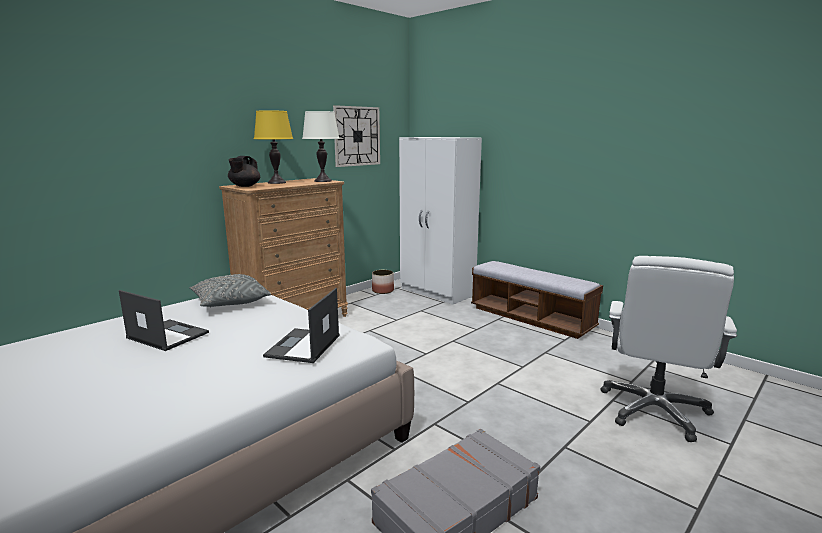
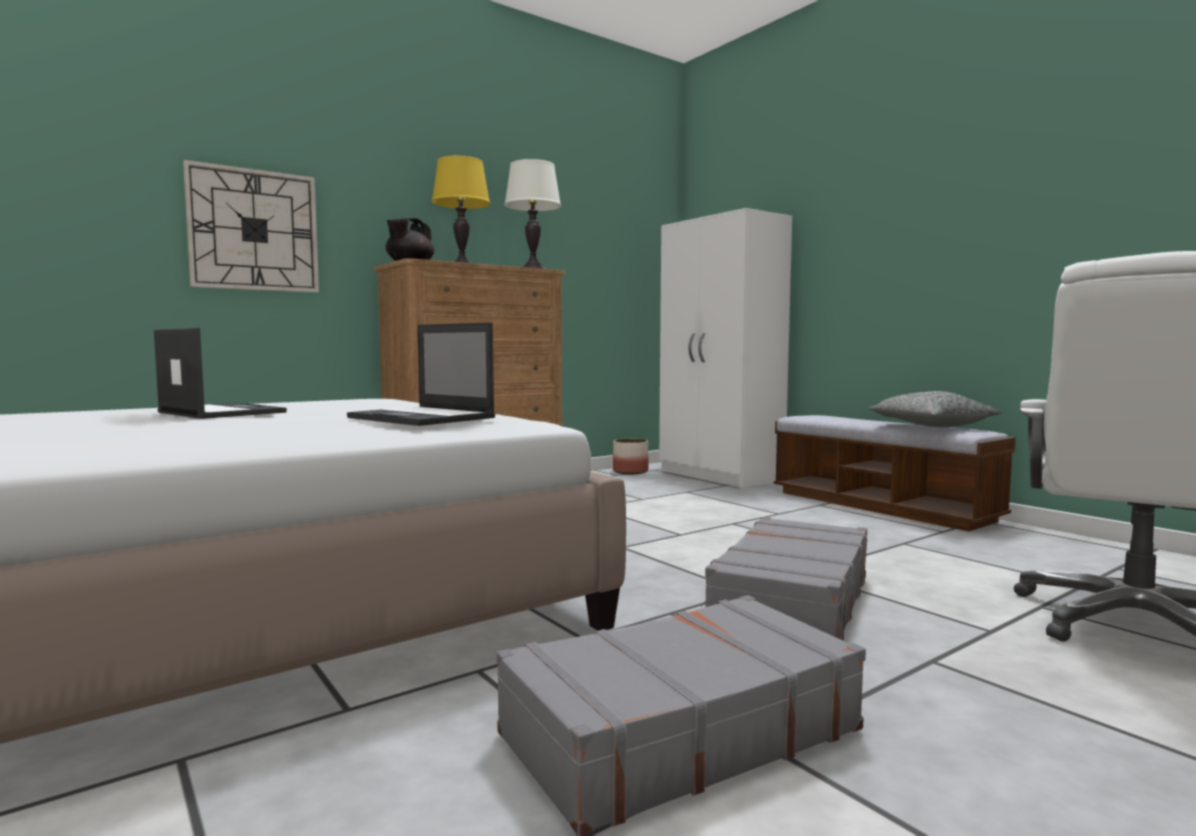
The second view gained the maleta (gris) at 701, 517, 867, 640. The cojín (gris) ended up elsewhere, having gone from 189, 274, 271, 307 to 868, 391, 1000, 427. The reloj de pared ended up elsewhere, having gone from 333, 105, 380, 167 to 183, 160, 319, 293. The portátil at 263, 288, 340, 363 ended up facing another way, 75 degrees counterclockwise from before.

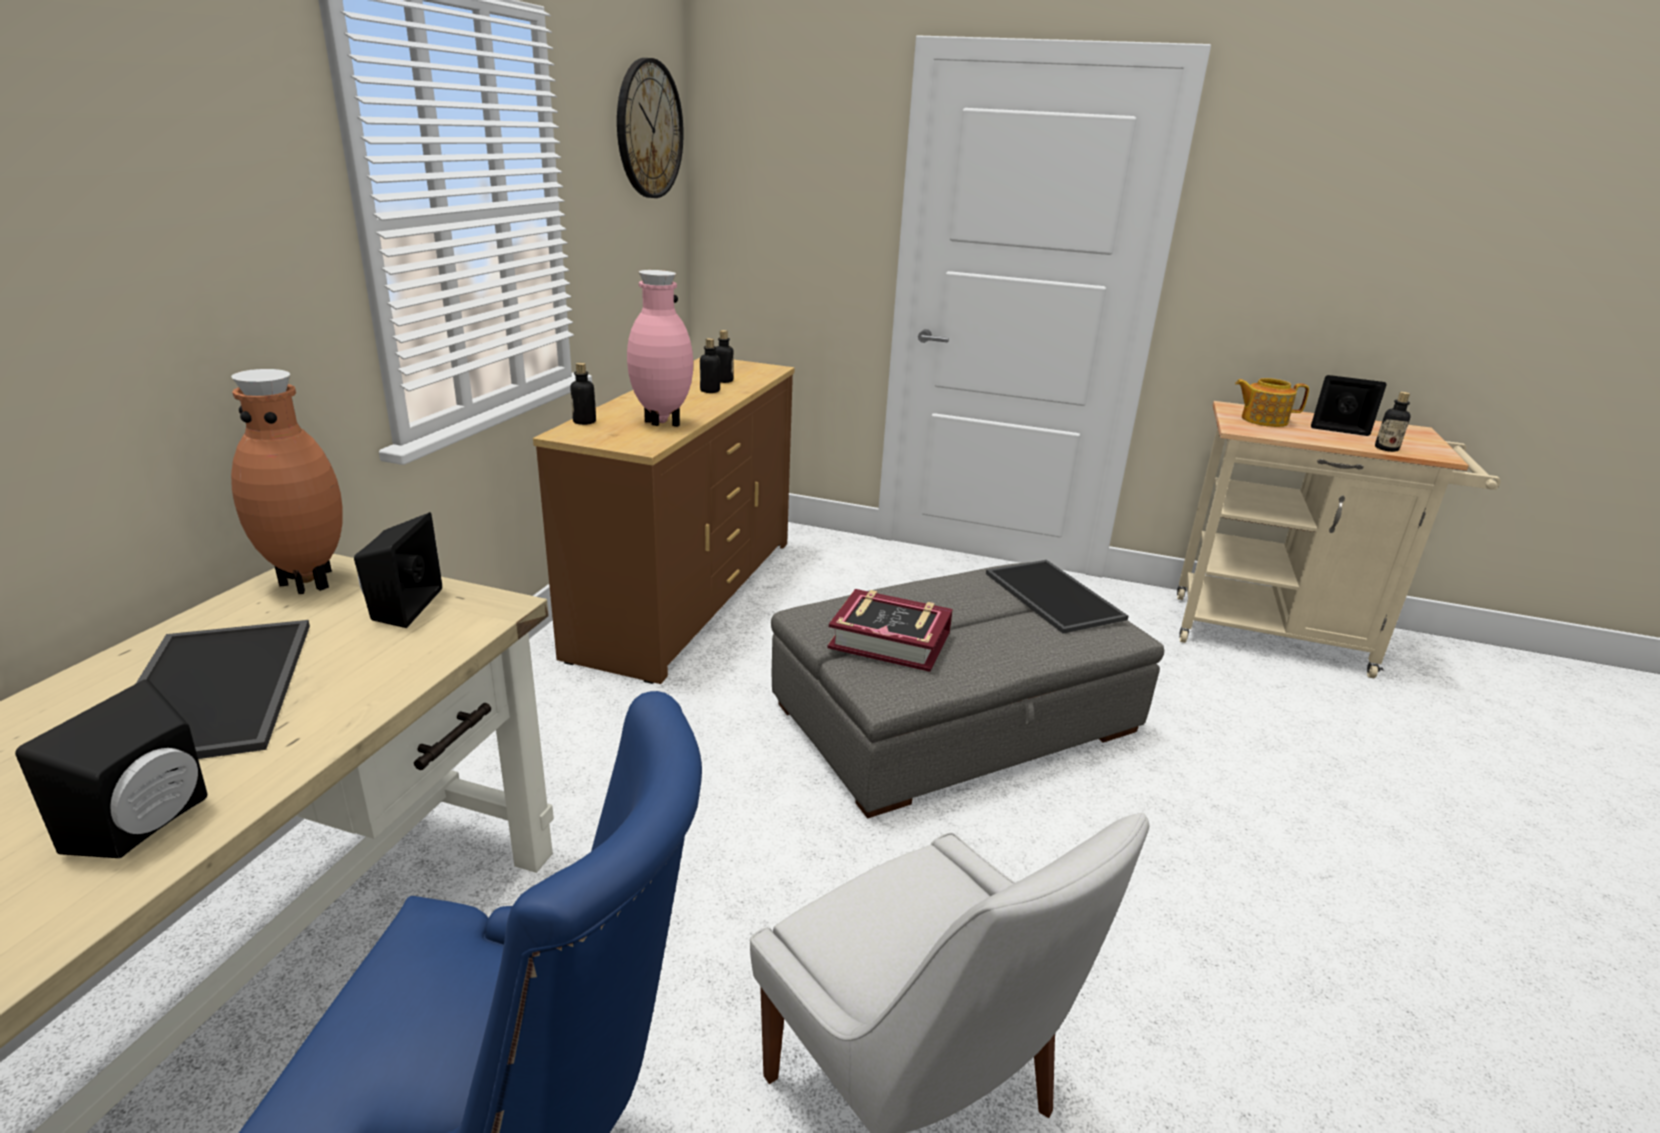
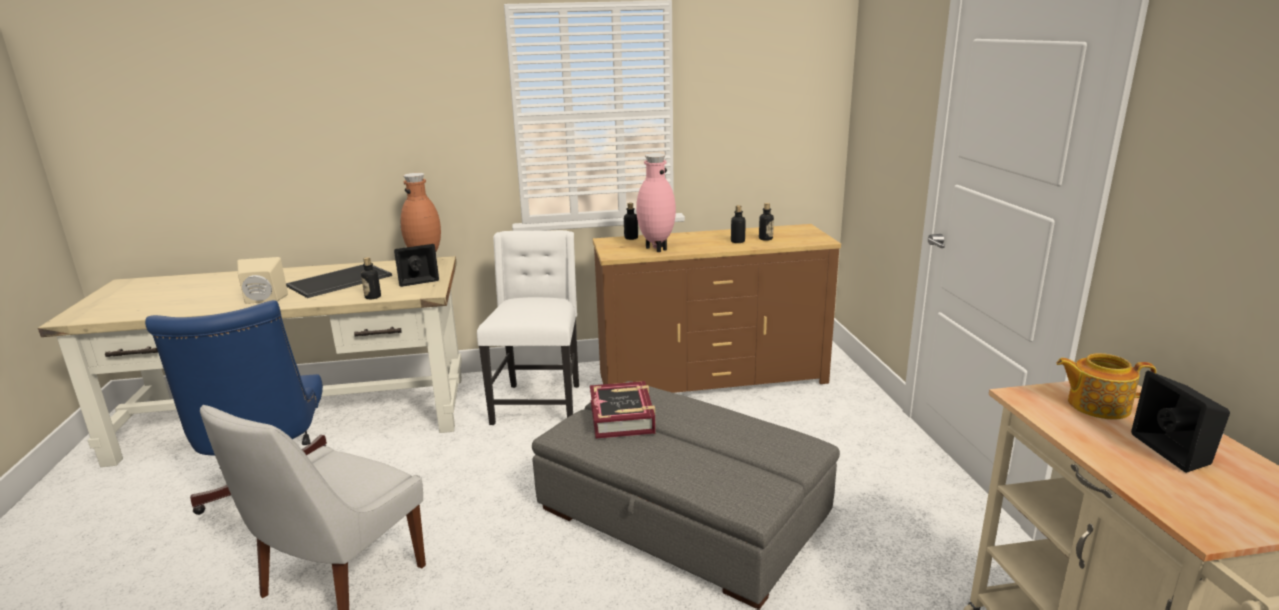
The second view lost the reloj de pared at 617, 58, 684, 198. The second view lost the bandeja at 986, 560, 1128, 634. The second view gained the silla (blanco) at 477, 230, 579, 425. The botella ended up elsewhere, having gone from 1375, 392, 1411, 452 to 361, 257, 381, 299. What was the altavoz (negro) at 15, 679, 207, 858 turned into the altavoz (beis) at 237, 257, 288, 304. The tetera at 1235, 378, 1309, 427 ended up facing another way, 60 degrees counterclockwise from before.

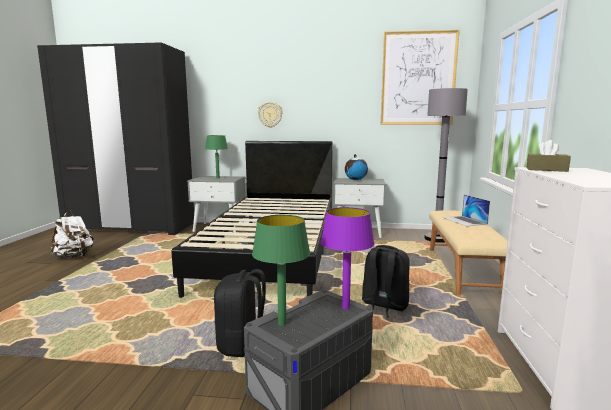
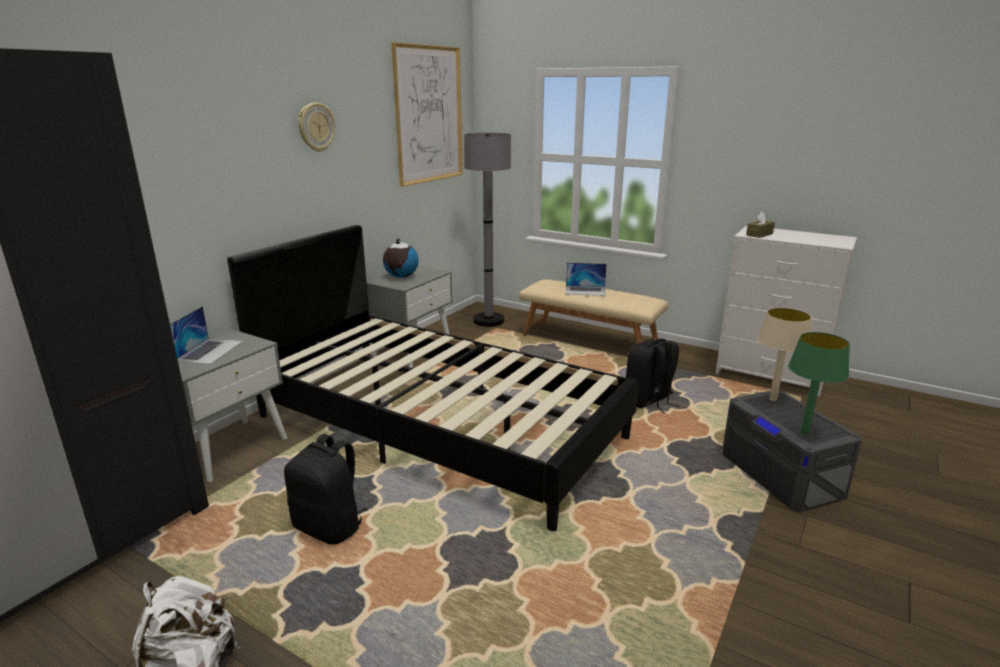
The mochila (negro) ended up elsewhere, having gone from 214, 269, 266, 357 to 284, 434, 367, 545. The reloj de pared ended up elsewhere, having gone from 258, 102, 283, 128 to 298, 103, 335, 152. Where the lámpara de mesa (verde) stood at 205, 135, 228, 178, the portátil came to stand at 170, 306, 243, 365. What was the lámpara de mesa (morado) at 321, 207, 375, 310 turned into the lámpara de mesa (beis) at 758, 308, 811, 401.

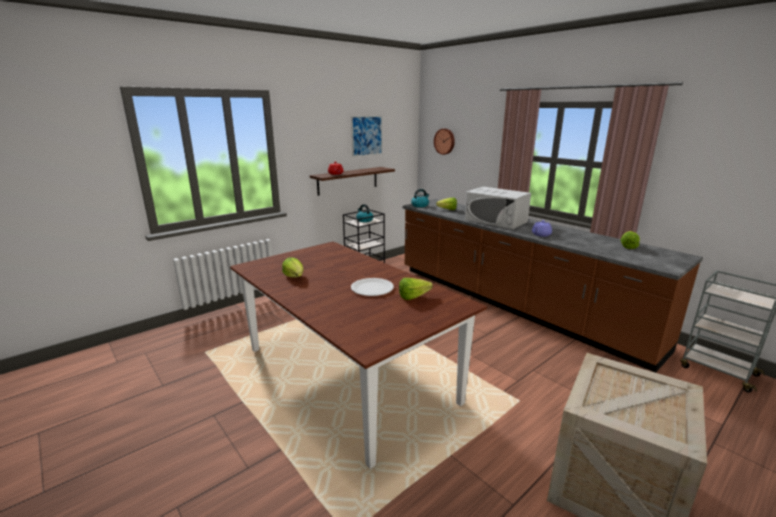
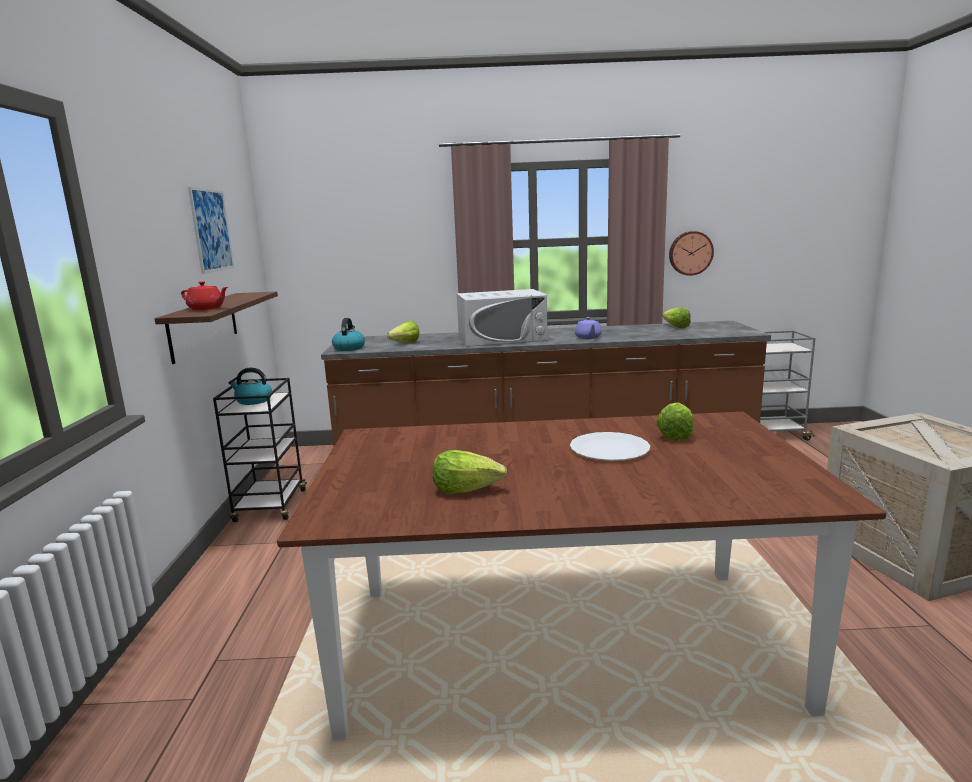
The reloj de pared ended up elsewhere, having gone from 434, 128, 455, 155 to 669, 231, 714, 276.

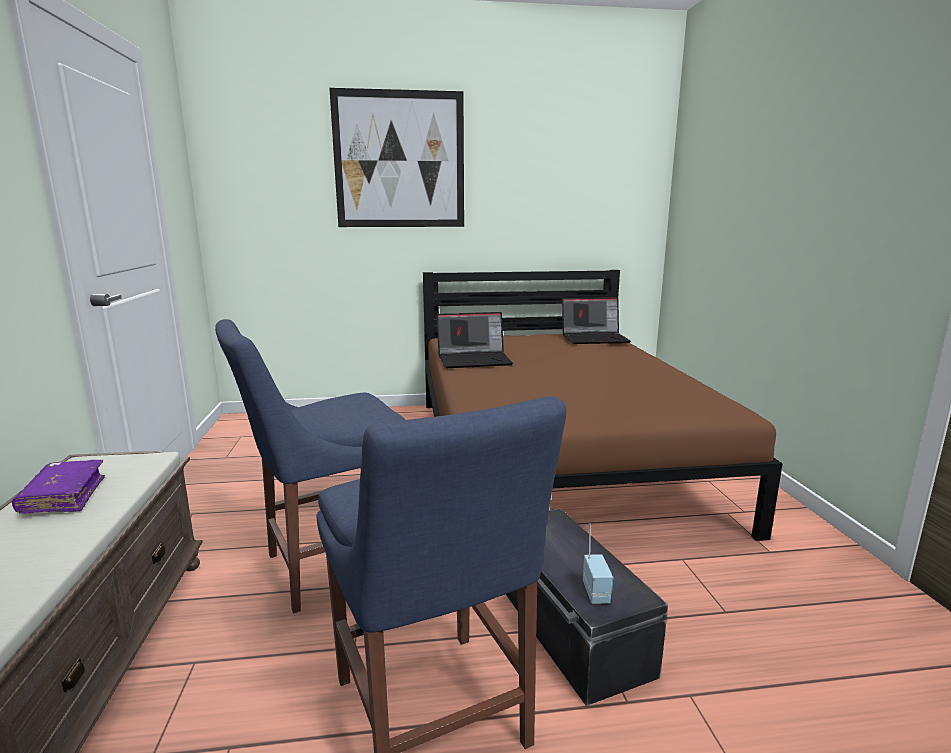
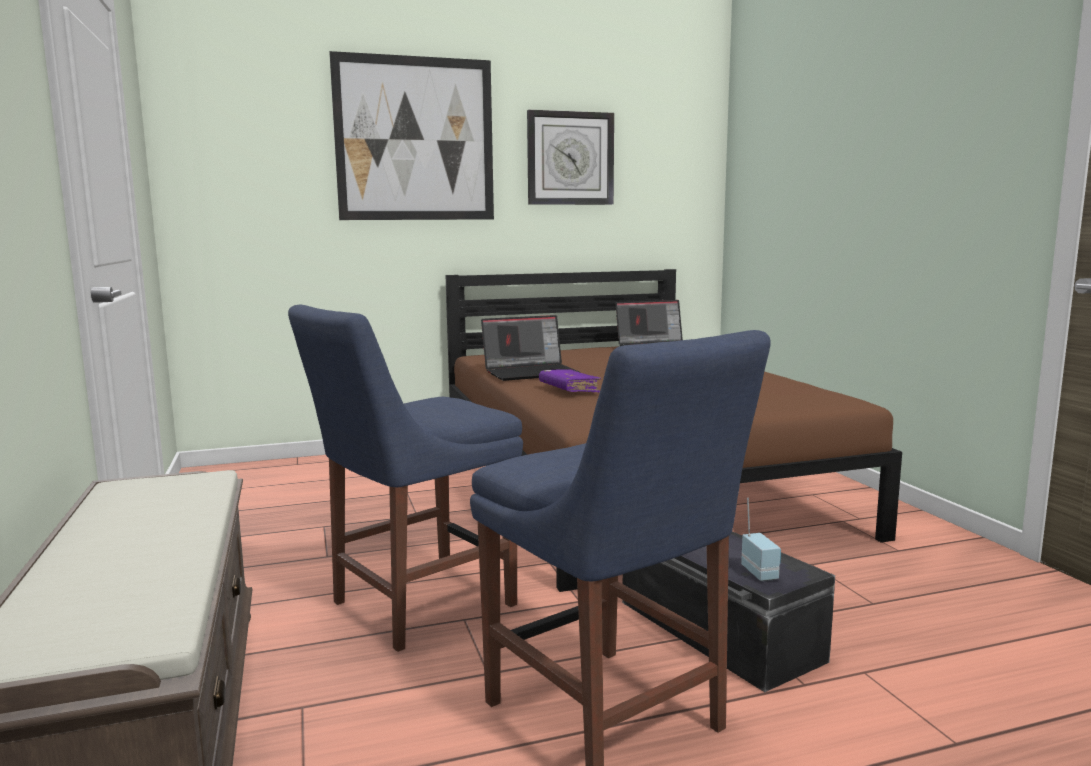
The second view gained the reloj de pared at 527, 110, 614, 205. The libro (morado) ended up elsewhere, having gone from 12, 460, 105, 513 to 539, 369, 602, 393.

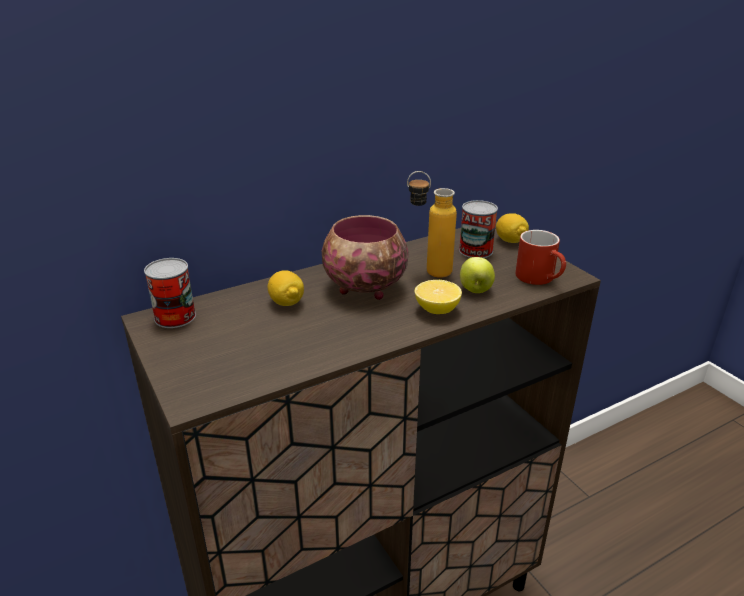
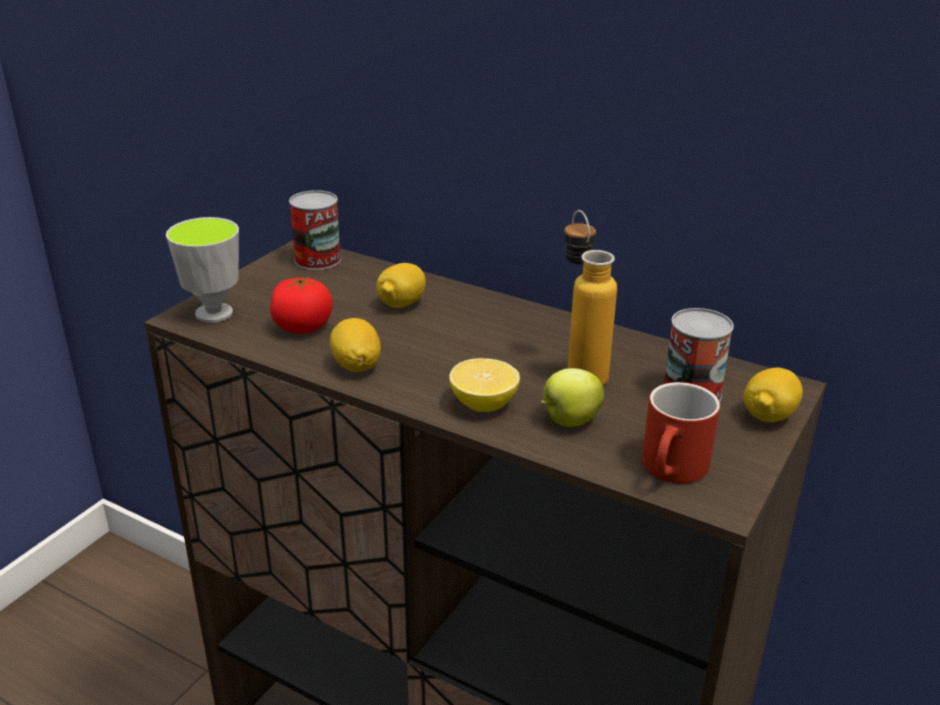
The second view lost the cuenco at 322, 215, 409, 300. The second view gained the taza at 166, 217, 239, 323. The second view gained the tomate at 270, 277, 333, 334. The second view gained the limón at 330, 318, 381, 372.

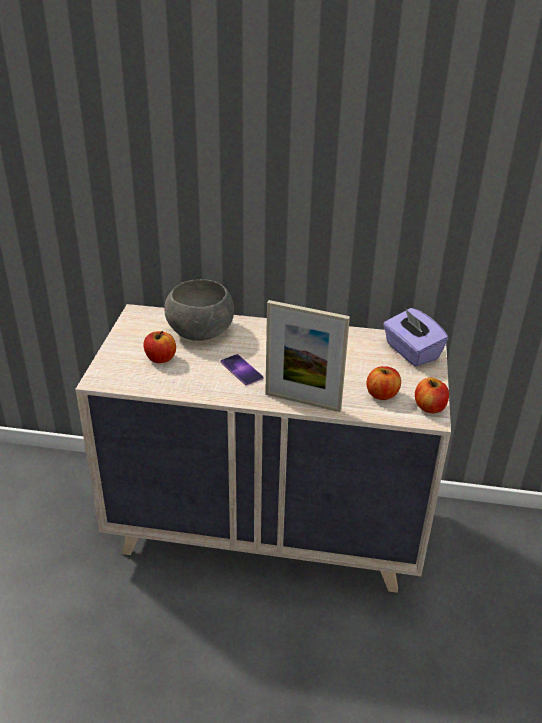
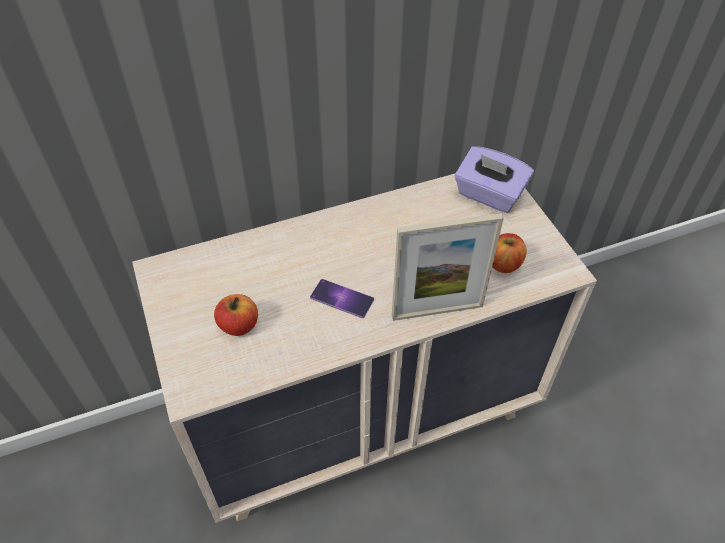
The second view lost the cuenco (gris) at 164, 279, 234, 341. The second view lost the manzana at 415, 378, 449, 413.

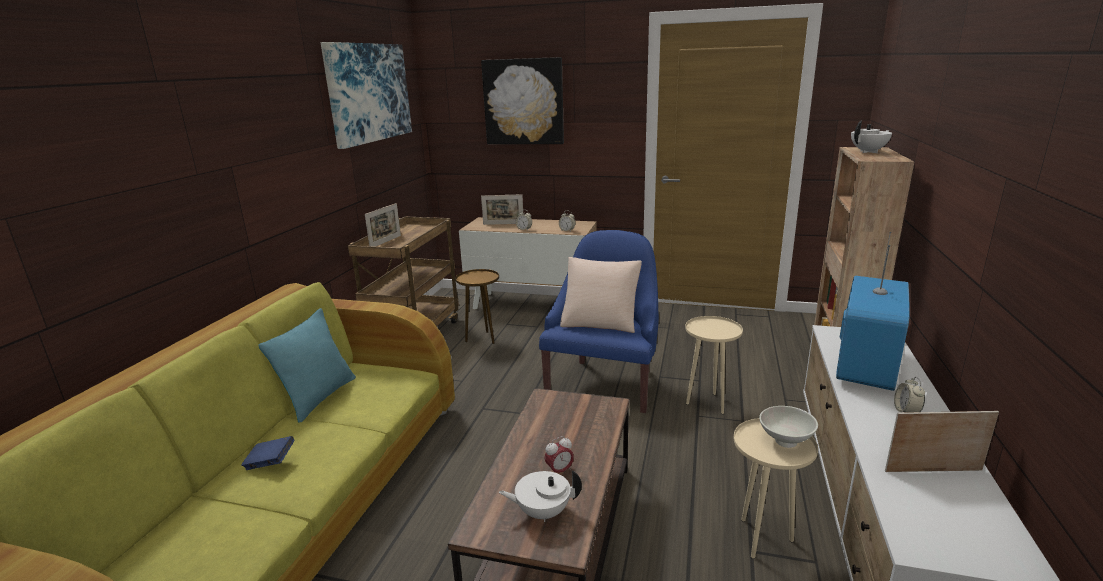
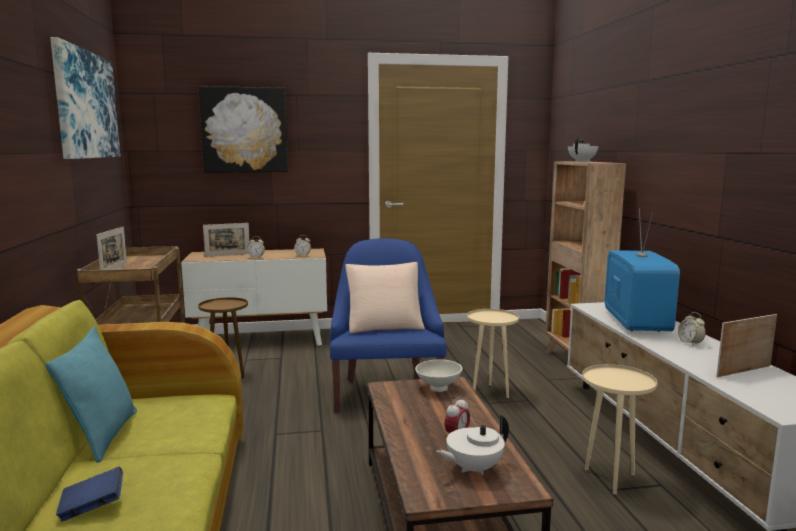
The cuenco (blanco) ended up elsewhere, having gone from 759, 406, 818, 448 to 415, 359, 463, 392.

